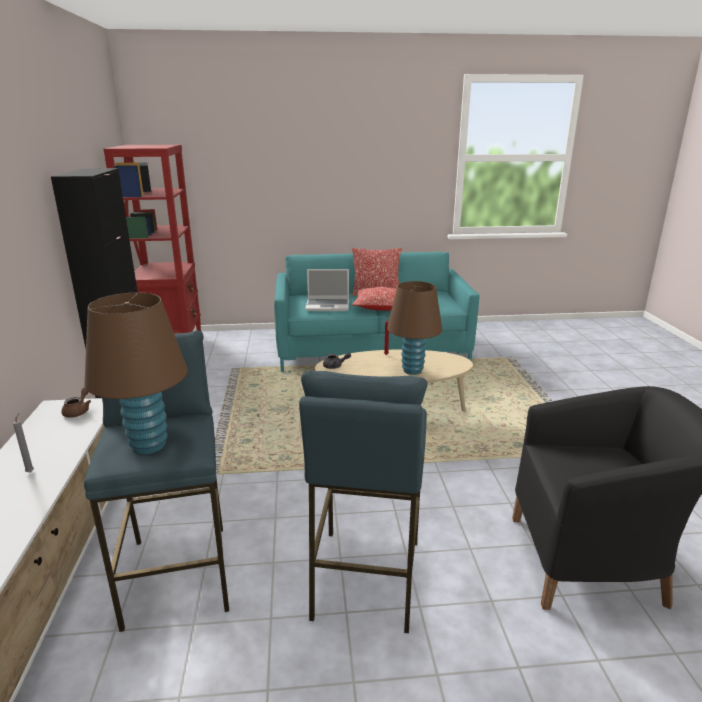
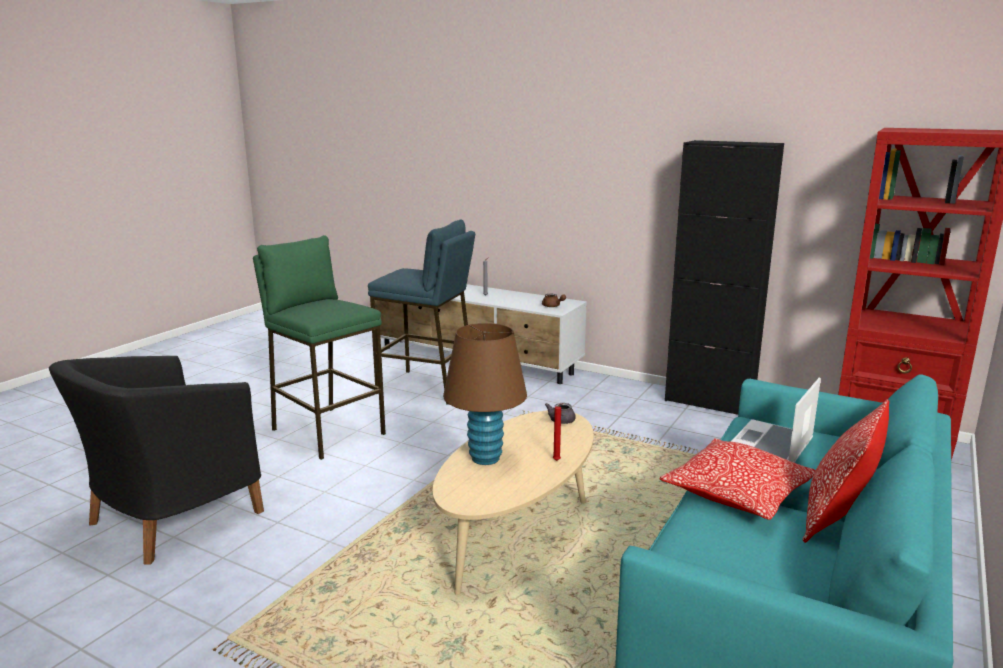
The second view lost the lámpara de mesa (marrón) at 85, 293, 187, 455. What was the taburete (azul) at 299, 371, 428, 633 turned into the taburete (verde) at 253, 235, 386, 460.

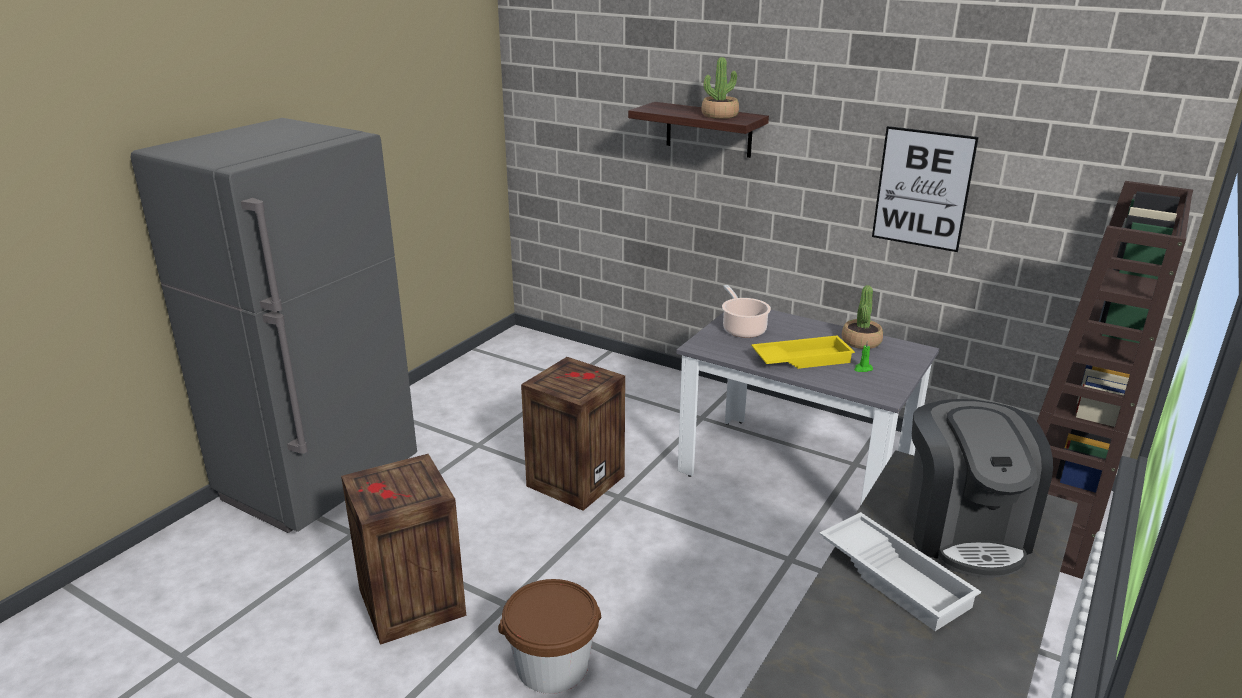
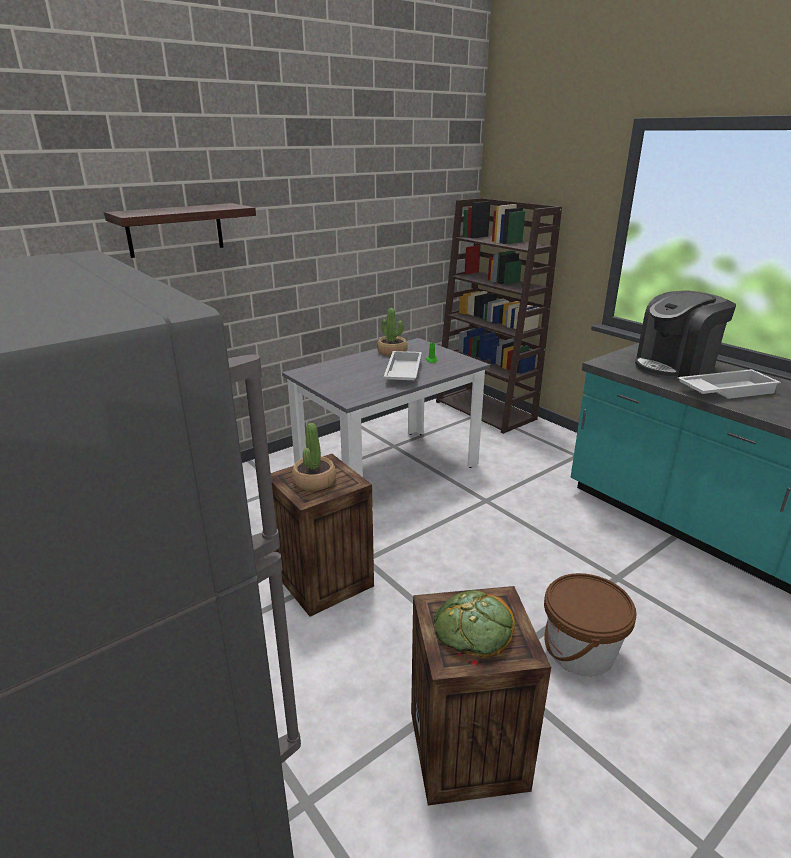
The second view lost the olla at 722, 285, 771, 338. The second view lost the cuadro at 872, 126, 979, 252. The second view gained the pan at 434, 590, 515, 657. The planta en maceta ended up elsewhere, having gone from 701, 57, 739, 119 to 292, 423, 336, 491. What was the bandeja (amarillo) at 751, 335, 855, 369 turned into the bandeja (blanco) at 384, 351, 422, 380. The cafetera at 906, 399, 1053, 578 ended up facing another way, 135 degrees clockwise from before.

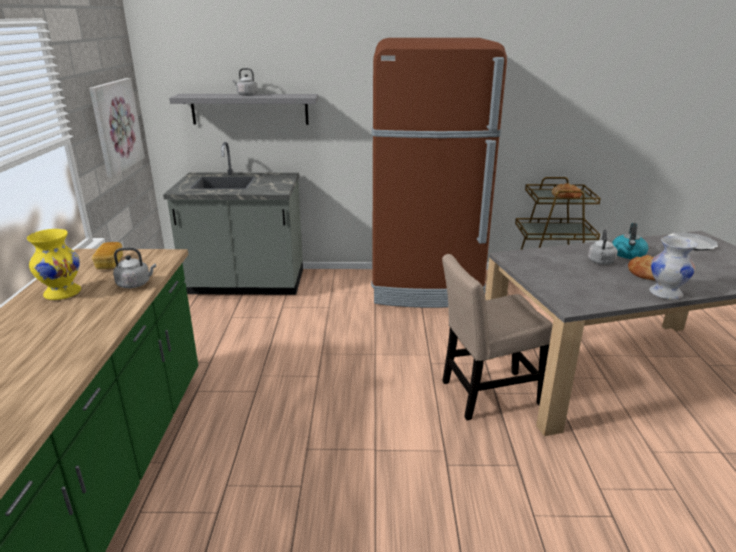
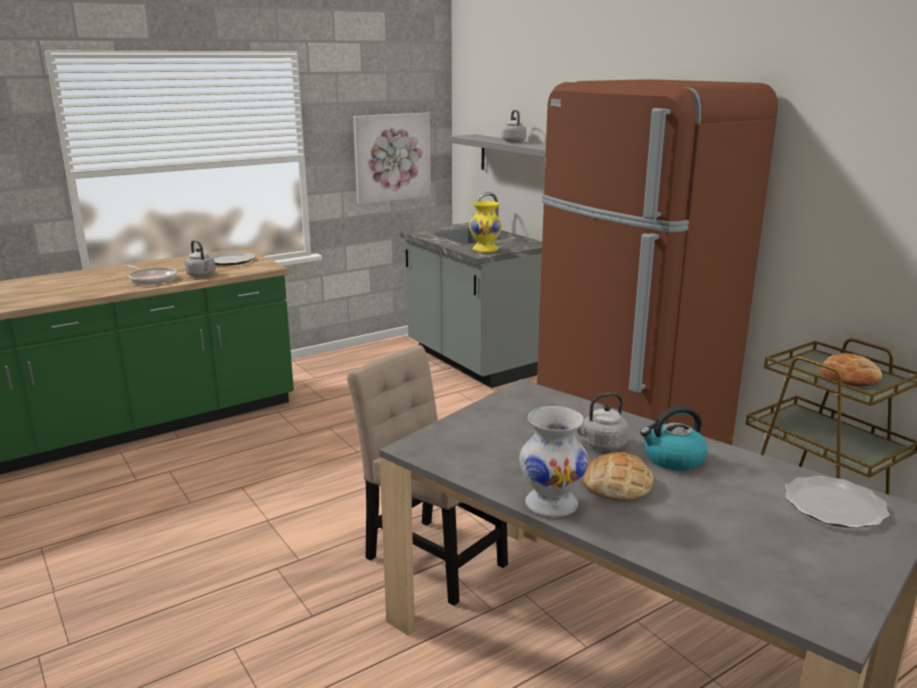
The second view gained the sartén at 126, 265, 177, 285. The florero (amarillo) ended up elsewhere, having gone from 27, 229, 81, 300 to 469, 201, 502, 252. Where the pan stood at 92, 242, 123, 269, the plato came to stand at 210, 251, 255, 266.

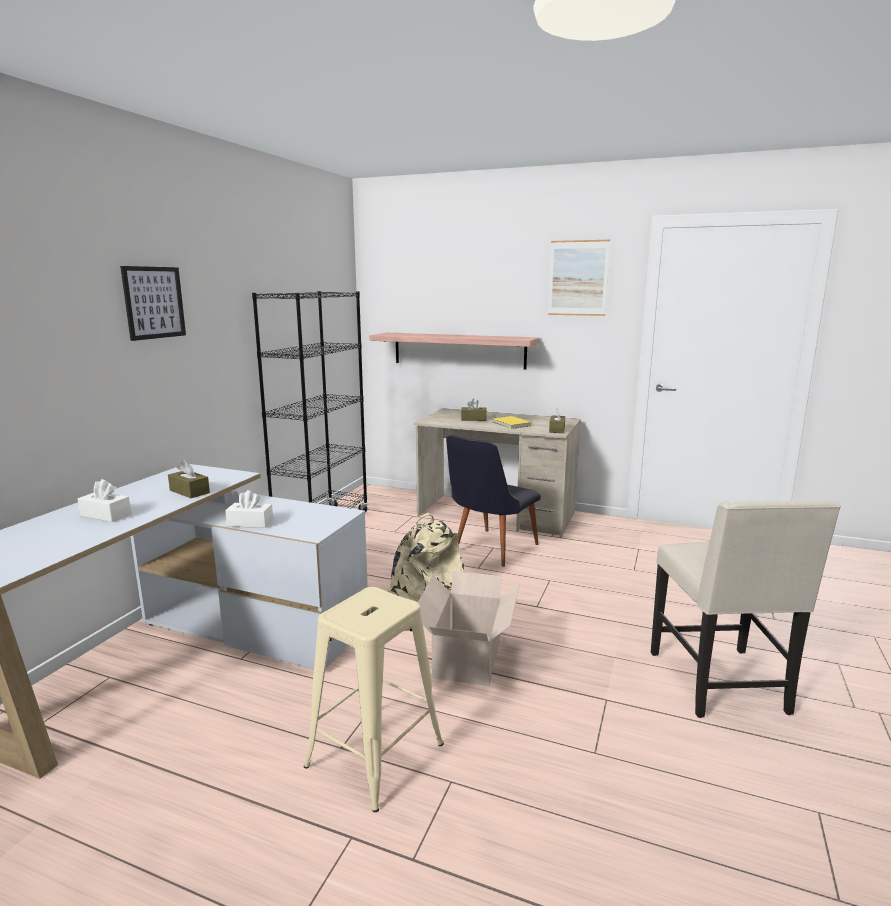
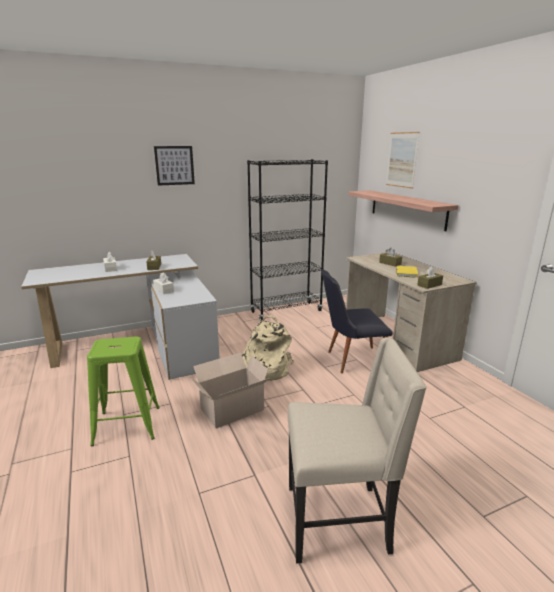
The cuadro ended up elsewhere, having gone from 548, 240, 610, 316 to 386, 132, 420, 189. What was the taburete (beis) at 304, 587, 444, 812 turned into the taburete (verde) at 87, 336, 160, 446. The silla (beis) at 651, 500, 841, 718 ended up facing another way, 135 degrees counterclockwise from before.

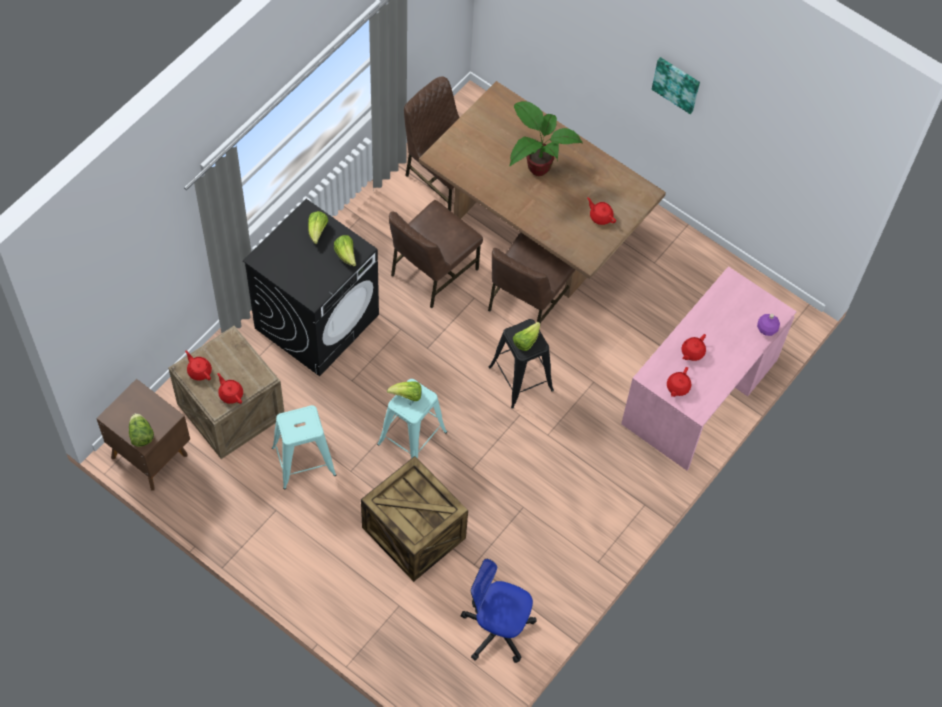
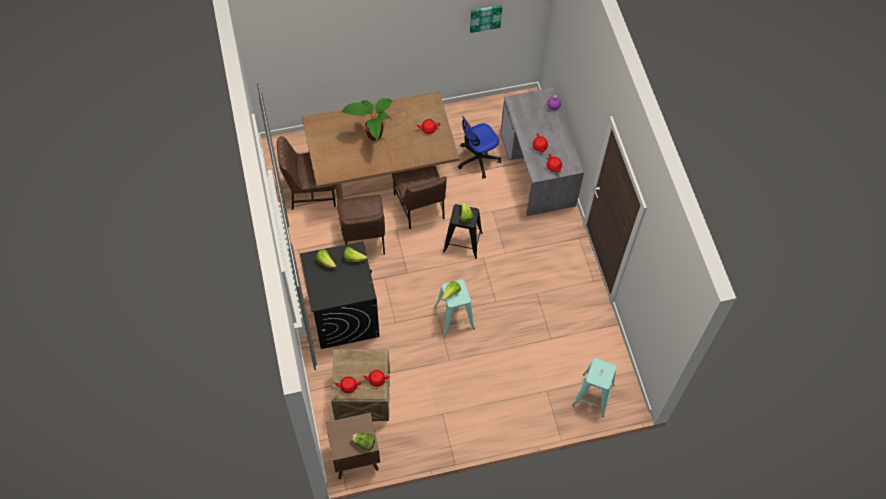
The second view lost the caja de embalaje at 361, 456, 468, 582. The taburete (turquesa) ended up elsewhere, having gone from 272, 405, 336, 490 to 572, 358, 617, 417. The silla de oficina ended up elsewhere, having gone from 461, 559, 537, 663 to 458, 116, 501, 178. The cuadro ended up elsewhere, having gone from 652, 57, 700, 114 to 470, 5, 502, 33. What was the escritorio (rosa) at 621, 266, 797, 470 turned into the escritorio (gris) at 500, 88, 584, 216.

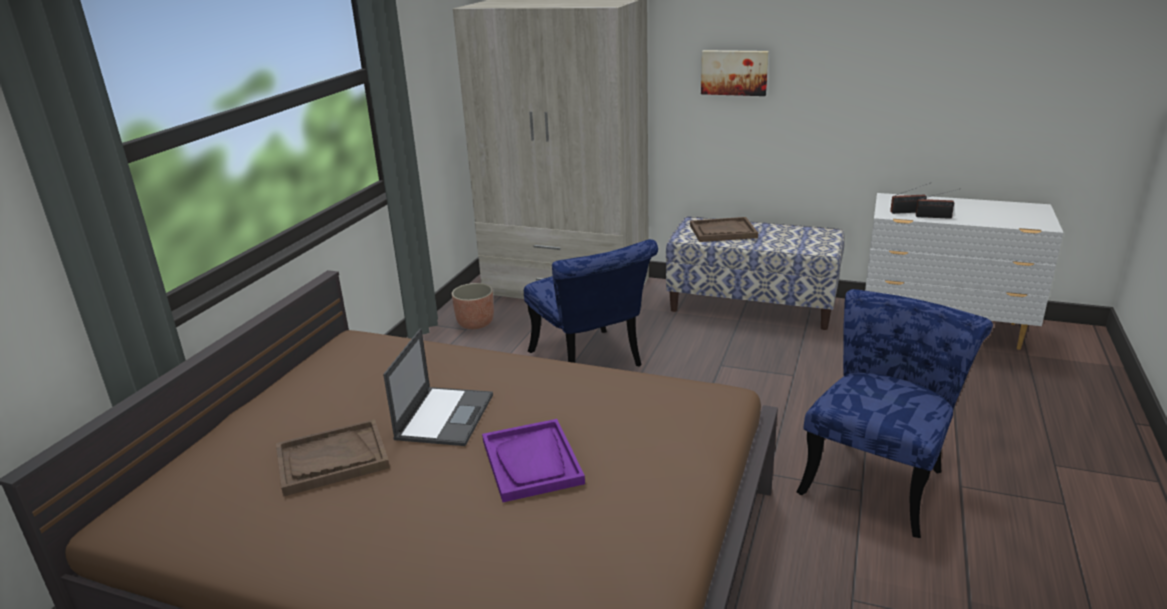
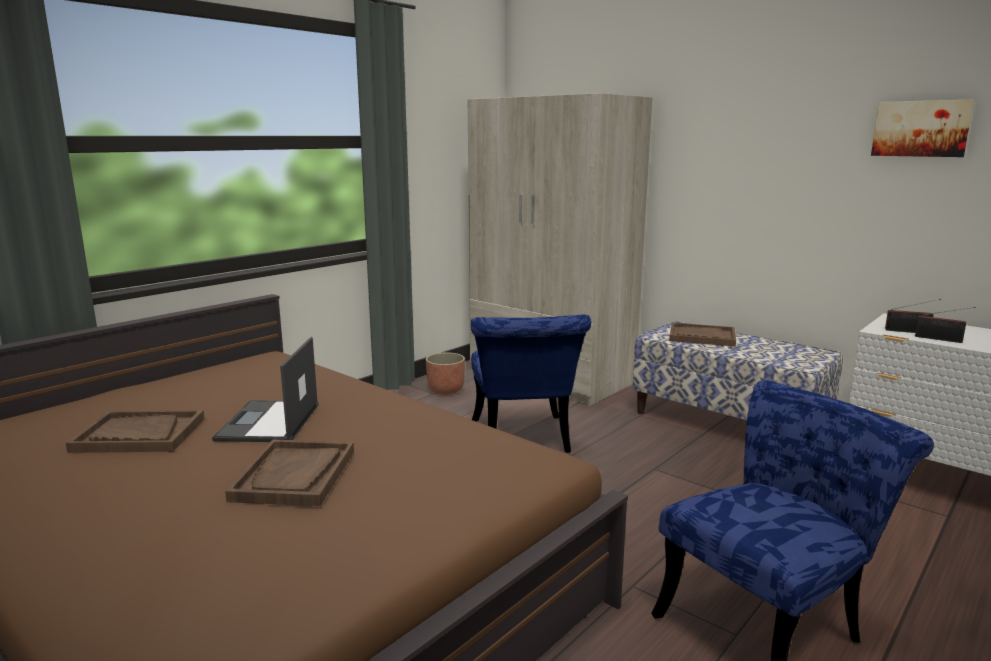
The cuadro ended up elsewhere, having gone from 701, 50, 769, 96 to 871, 99, 974, 157. What was the bandeja (morado) at 482, 419, 585, 502 turned into the bandeja (marrón) at 225, 440, 354, 506. The portátil at 383, 328, 493, 446 ended up facing another way, 150 degrees clockwise from before.

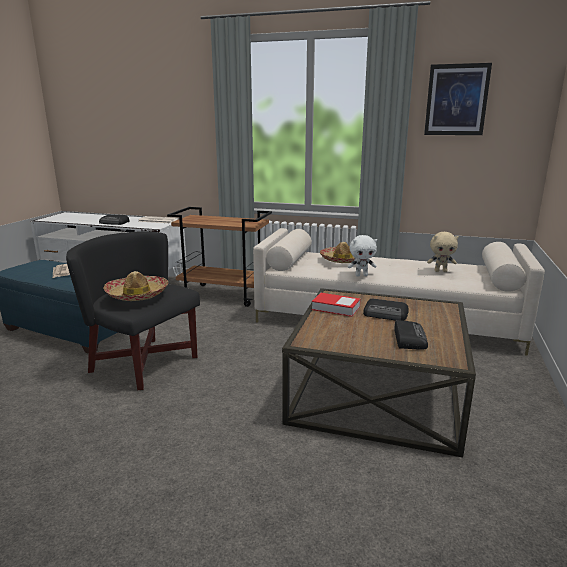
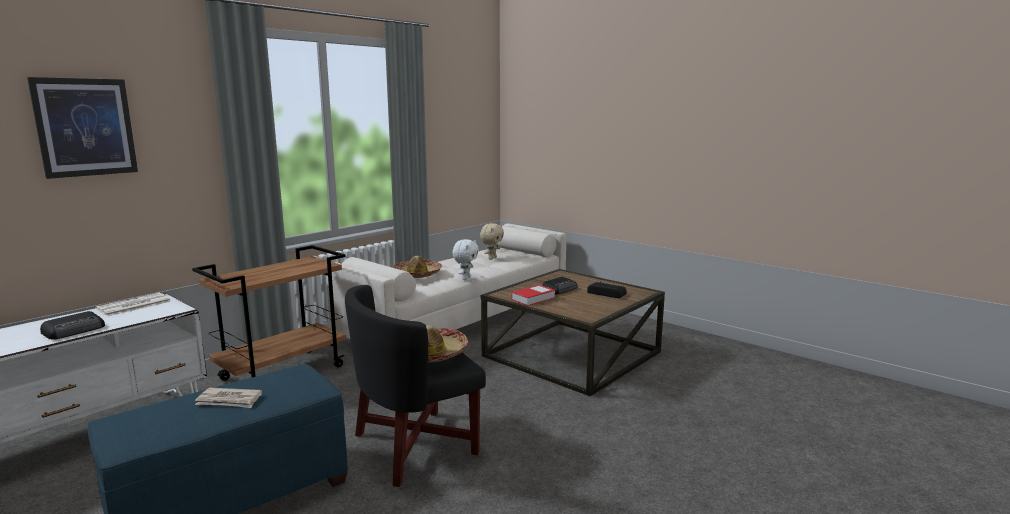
The cuadro ended up elsewhere, having gone from 424, 63, 492, 135 to 27, 77, 138, 179.

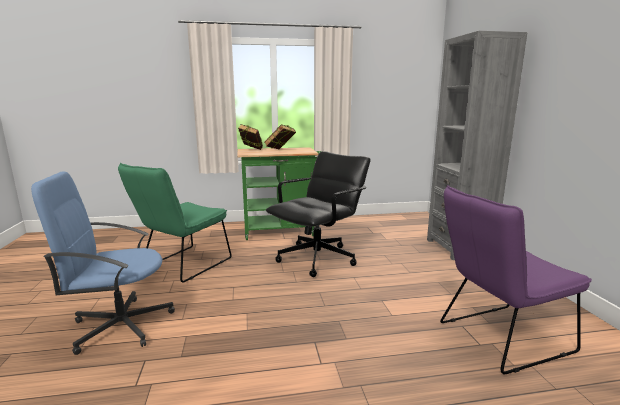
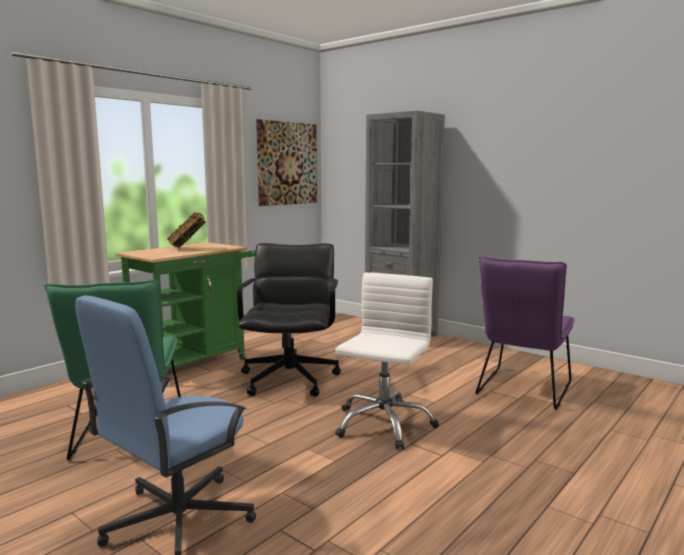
The second view lost the libro at 238, 124, 263, 150. The second view gained the cuadro at 256, 119, 317, 206. The second view gained the silla de oficina (blanco) at 335, 273, 439, 449.

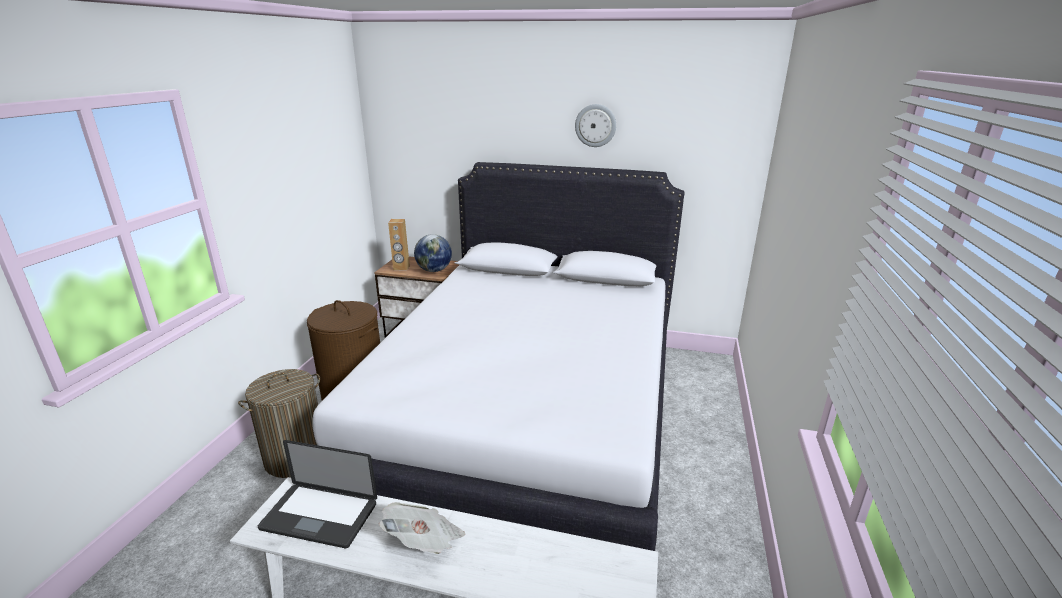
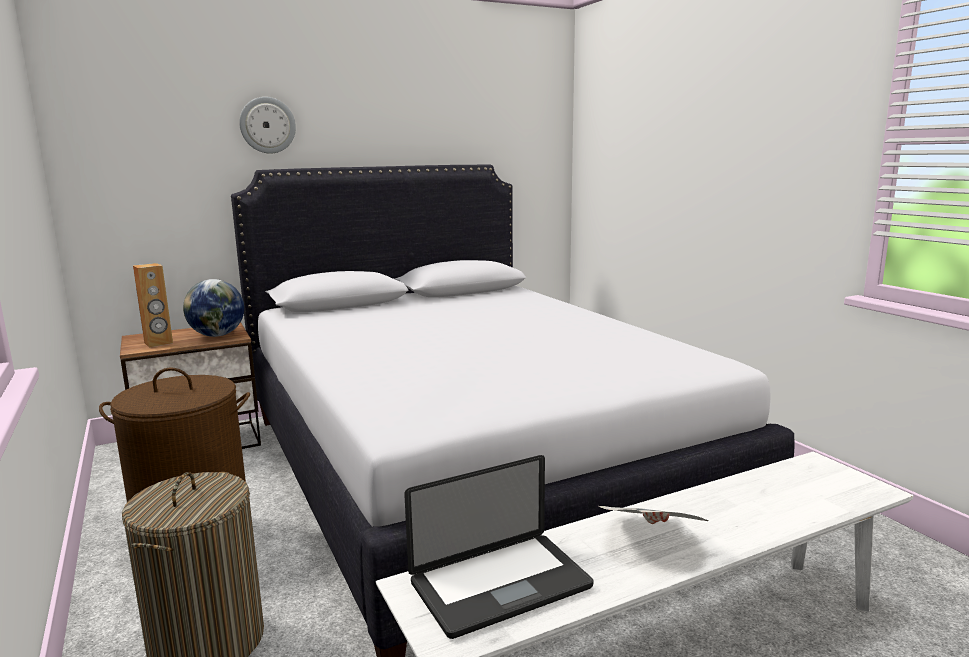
The reloj de pared ended up elsewhere, having gone from 575, 104, 616, 147 to 239, 97, 296, 154.

